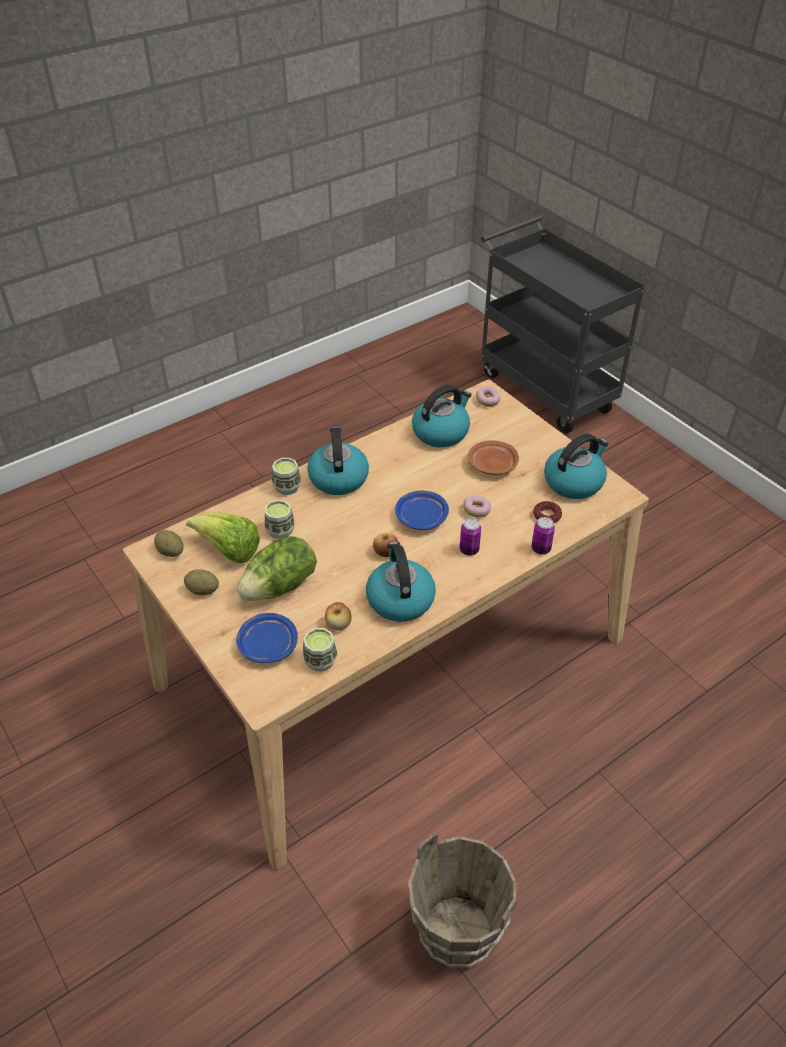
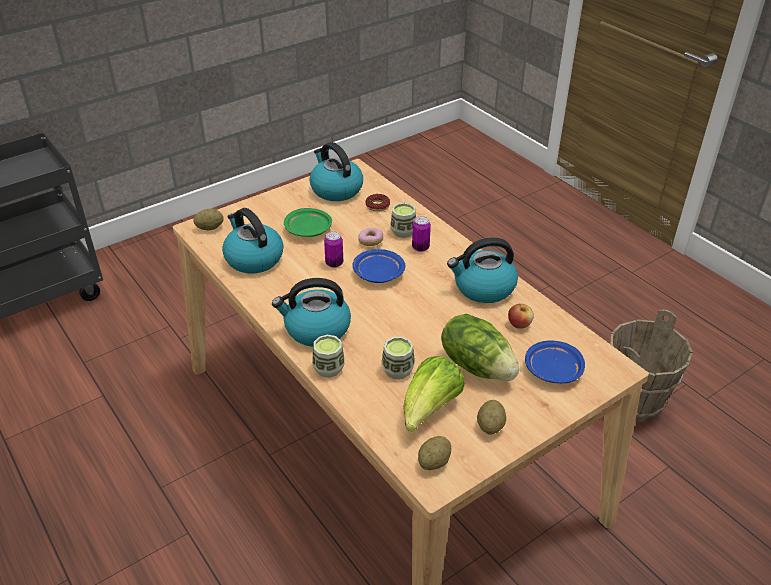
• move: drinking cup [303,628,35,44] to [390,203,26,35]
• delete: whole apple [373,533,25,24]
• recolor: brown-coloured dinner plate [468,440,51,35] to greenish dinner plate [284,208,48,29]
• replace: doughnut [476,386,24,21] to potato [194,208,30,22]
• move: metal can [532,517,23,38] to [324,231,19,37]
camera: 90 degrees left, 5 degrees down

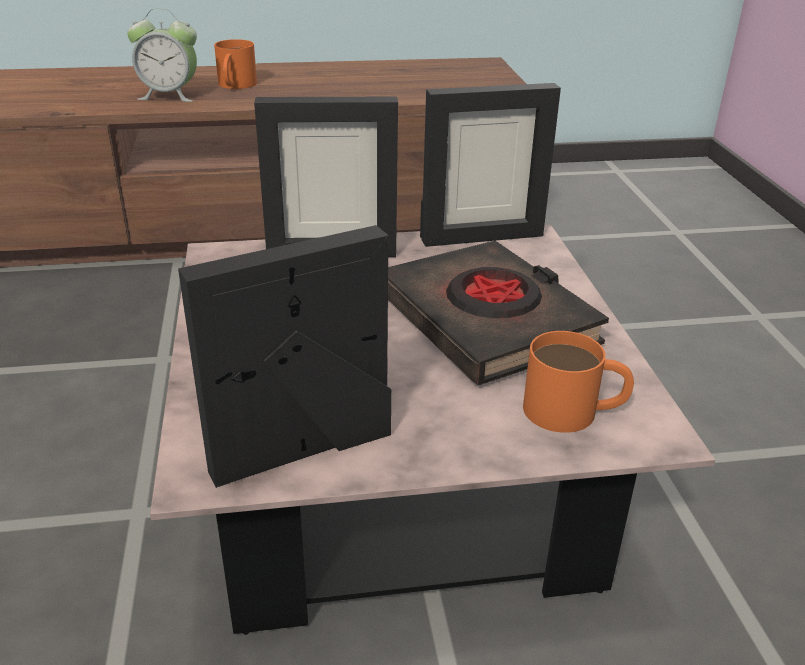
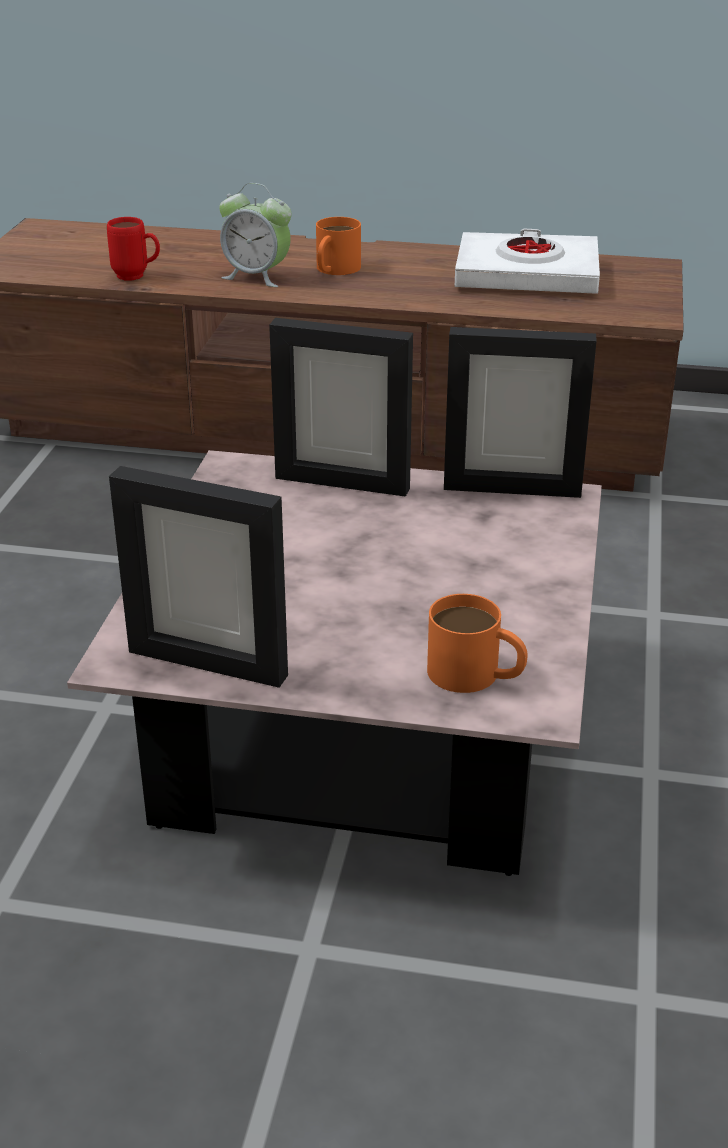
• rotate: standing frame [178,225,213,263] = [109,466,179,222] 150 degrees counterclockwise
• delete: black bound book [388,241,221,144]
• insert: red-coloured tea mug [107,217,53,64]
• insert: white-coloured bound book [455,228,145,66]
camera: 20 degrees right, 0 degrees up

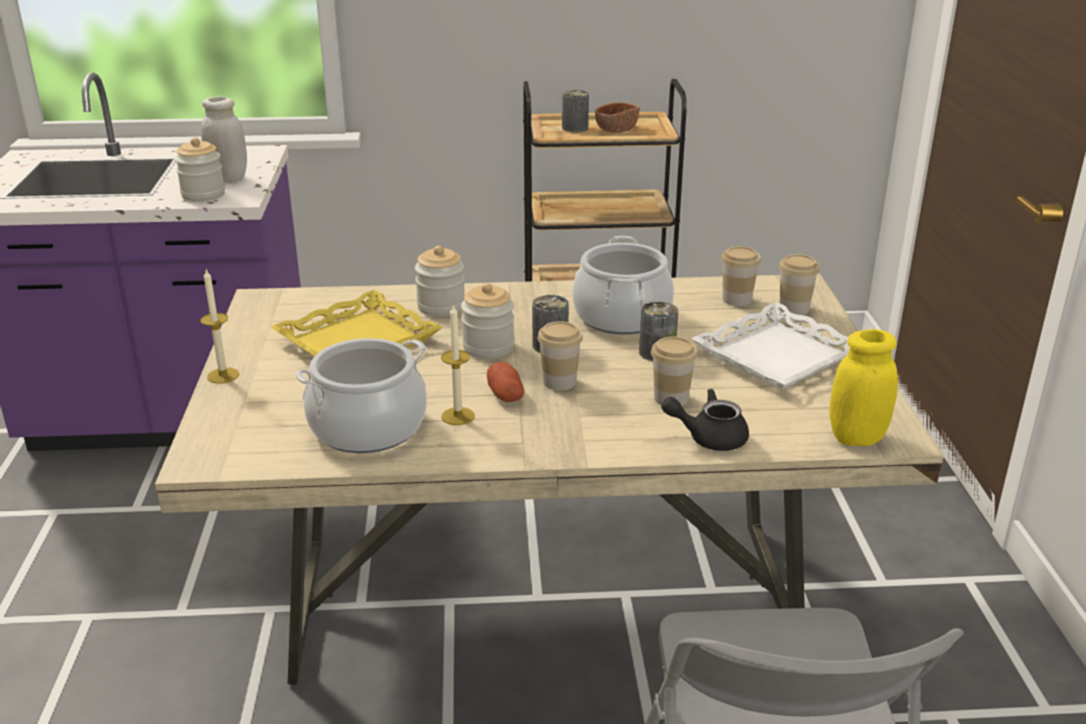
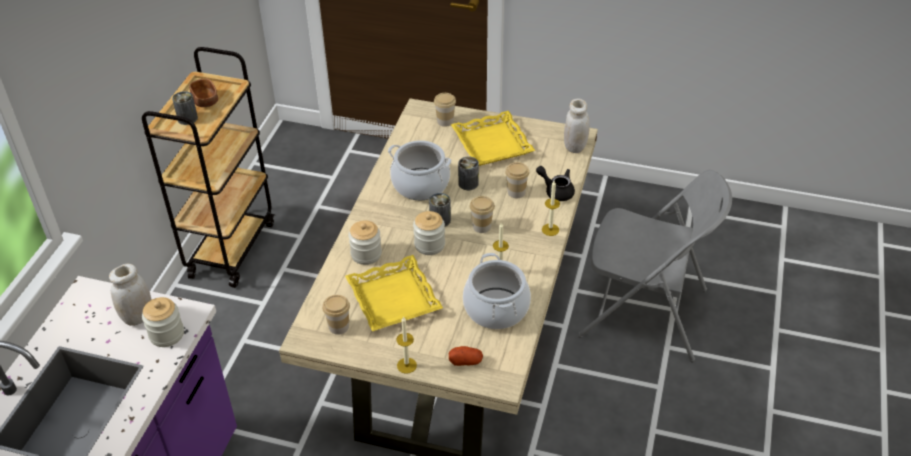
• move: potato [487,362,37,40] to [449,346,34,20]
• rotate: black pot for tea [661,389,88,62] = [536,166,39,35] 105 degrees clockwise
• recolor: white-coloured serving tray [691,302,159,88] to yellow-coloured serving tray [451,111,84,55]
• move: drinking cup [721,246,40,60] to [322,295,28,40]
• recolor: yellow-coloured storage jar [829,329,69,117] to white-coloured storage jar [564,99,26,54]
• insert: candle [542,181,18,55]
camera: 70 degrees left, 15 degrees up

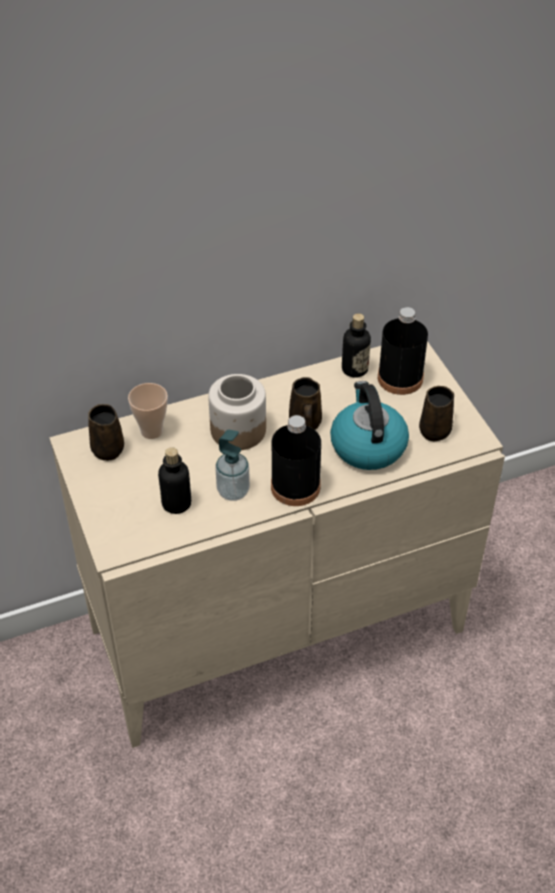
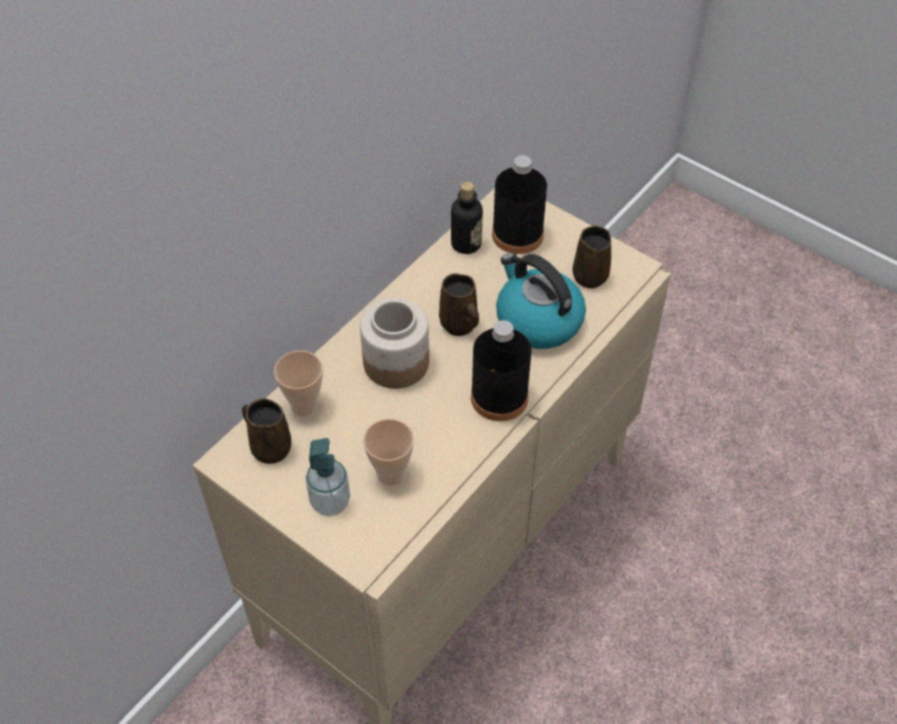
• replace: beverage bottle [158,447,33,67] to drinking cup [363,419,51,67]
• move: soap dispenser [215,430,35,71] to [305,438,45,78]
camera: 30 degrees left, 5 degrees up

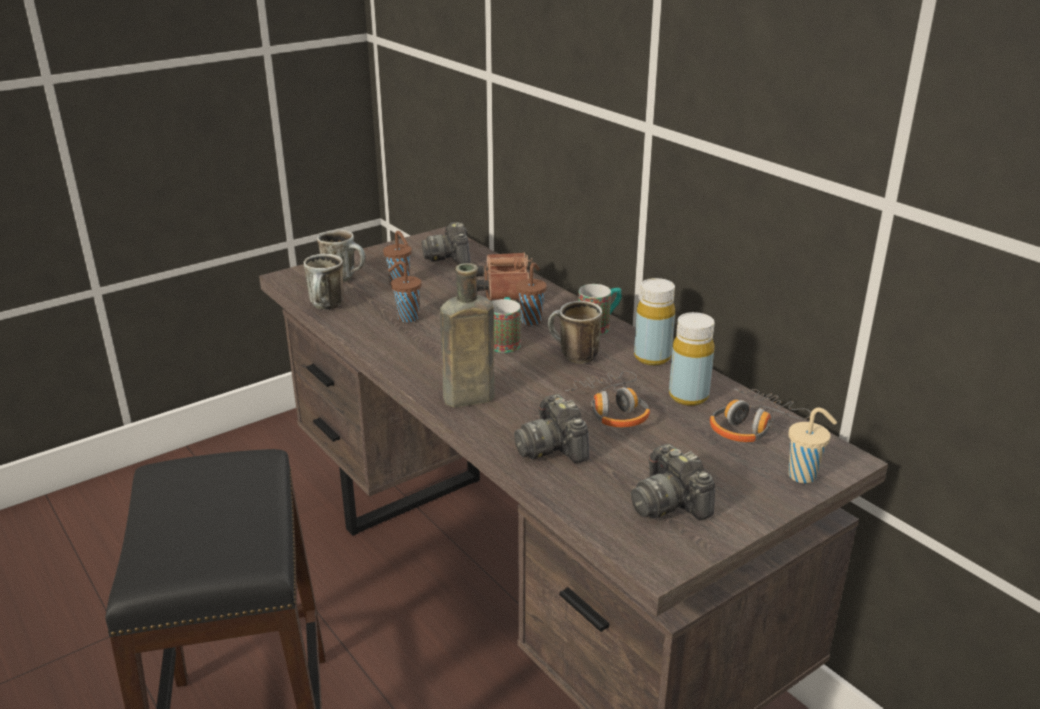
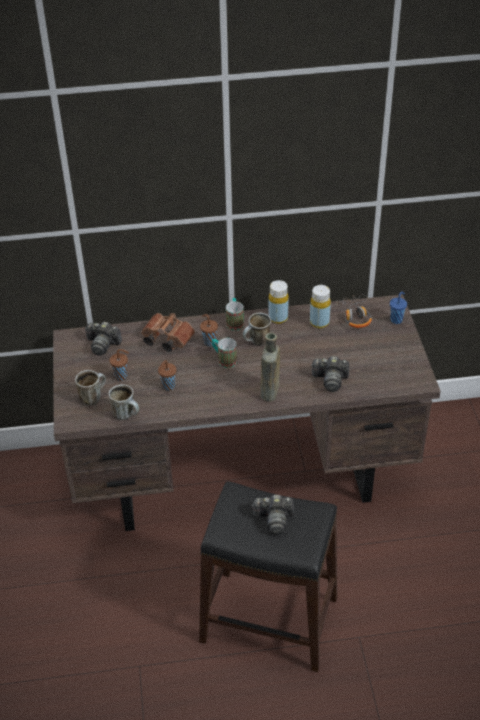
• delete: headset [565,371,85,56]
• move: photo camera [631,444,84,76] to [251,495,43,39]
• recolor: sand-coloured drinking cup [788,407,49,77] to blue drinking cup [390,292,17,32]
camera: 60 degrees left, 15 degrees up

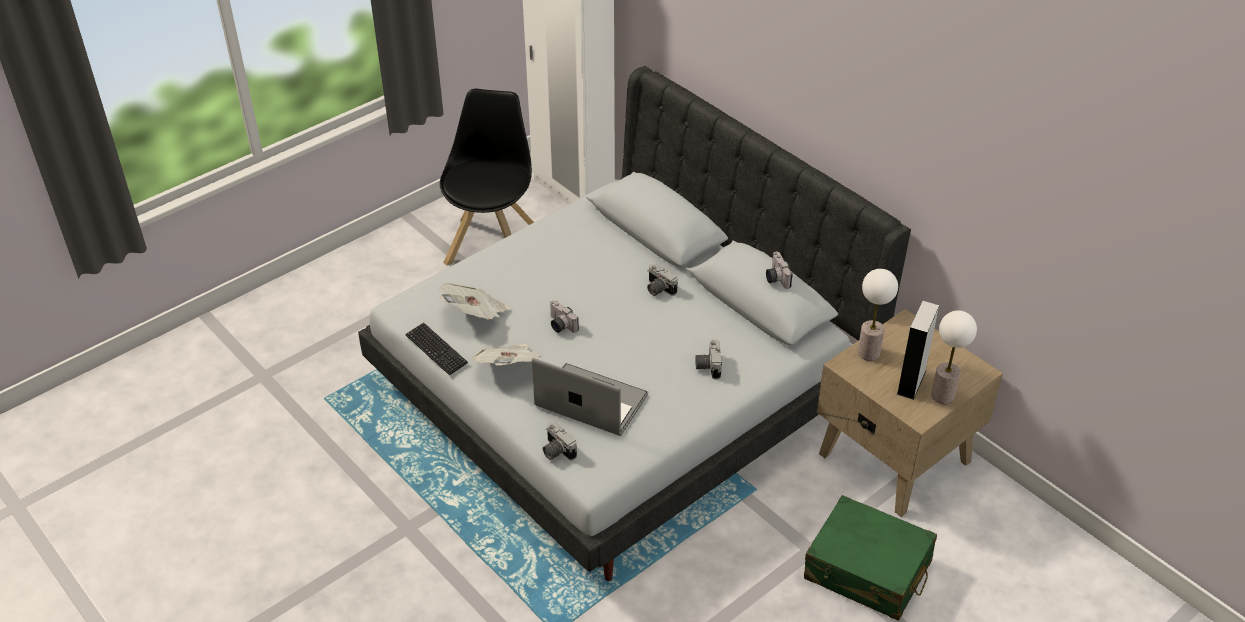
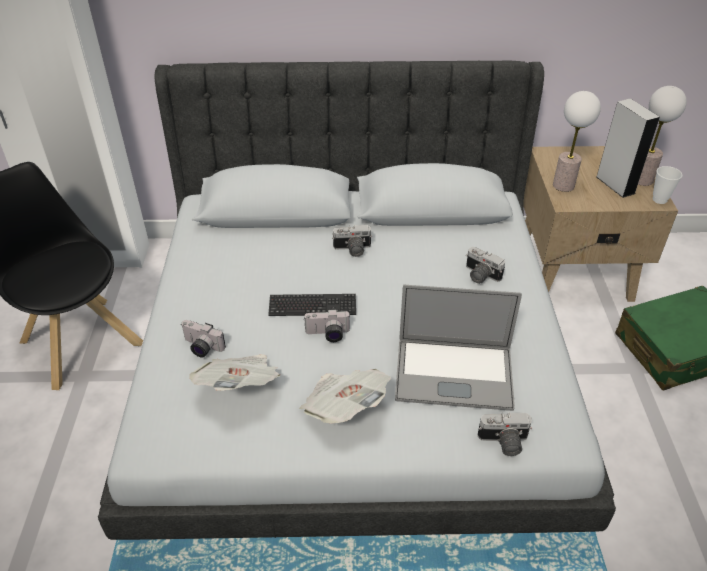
• move: PC keyboard [405,323,63,53] to [268,294,88,22]
• rotate: laptop [532,358,116,78] = [395,285,127,126] 150 degrees counterclockwise
• move: photo camera [766,252,27,37] to [181,320,45,38]
• insert: drinking cup [653,166,29,38]
camera: 50 degrees left, 0 degrees up

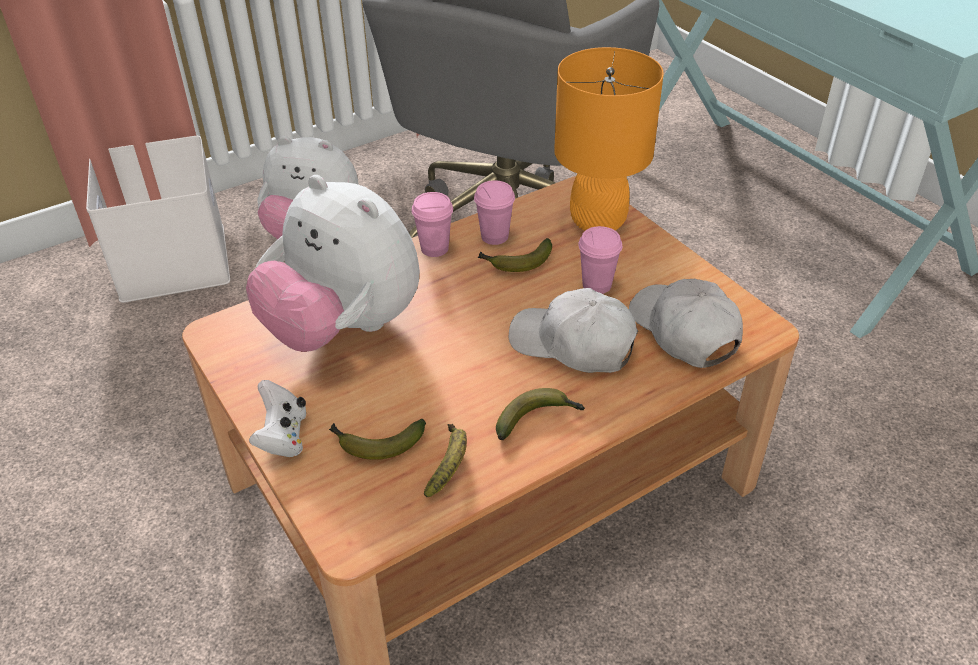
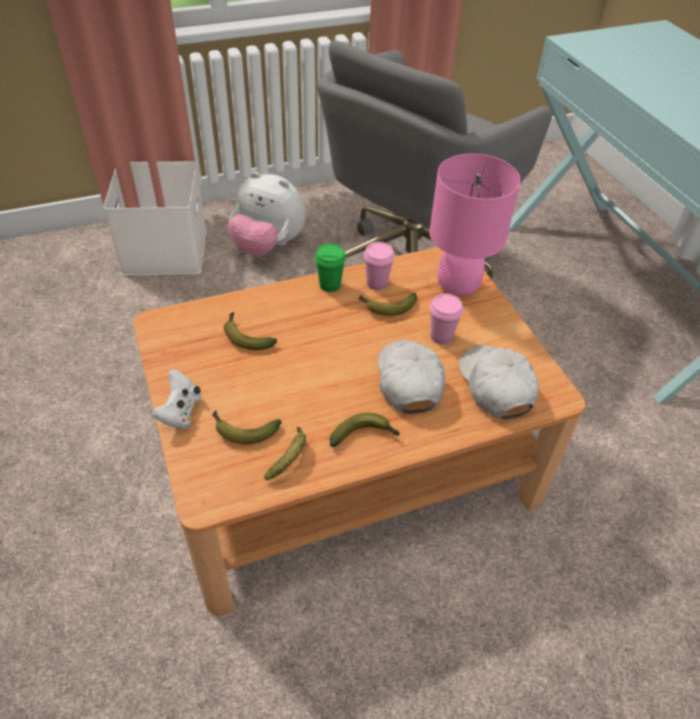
• replace: soft toy [246,175,174,177] to whole banana [224,312,53,38]
• recolor: pinkish drinking cup [412,192,41,65] to greenish drinking cup [315,244,31,48]
• rotate: white-coloured baseball cap [509,288,129,85] = [378,340,67,74] 45 degrees clockwise
• recolor: orange-coloured lamp for a table [554,47,110,184] to pinkish lamp for a table [429,154,92,142]
camera: 10 degrees right, 5 degrees up

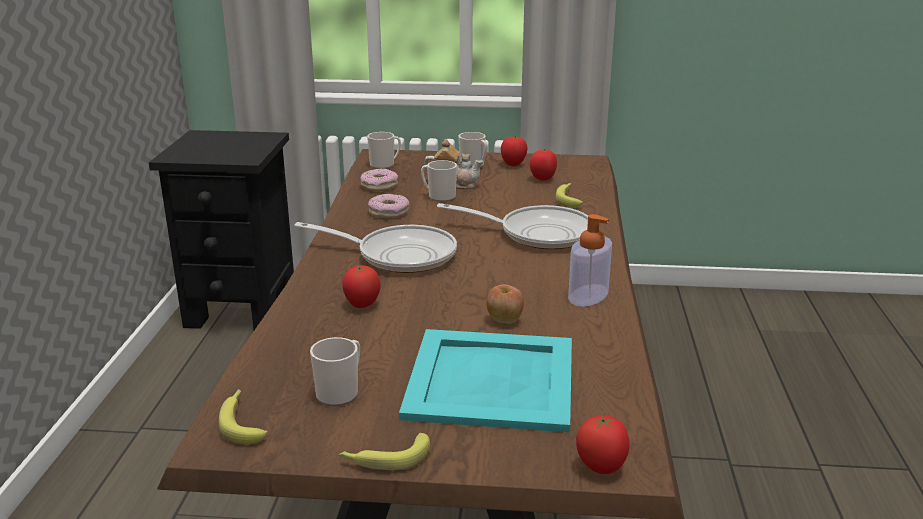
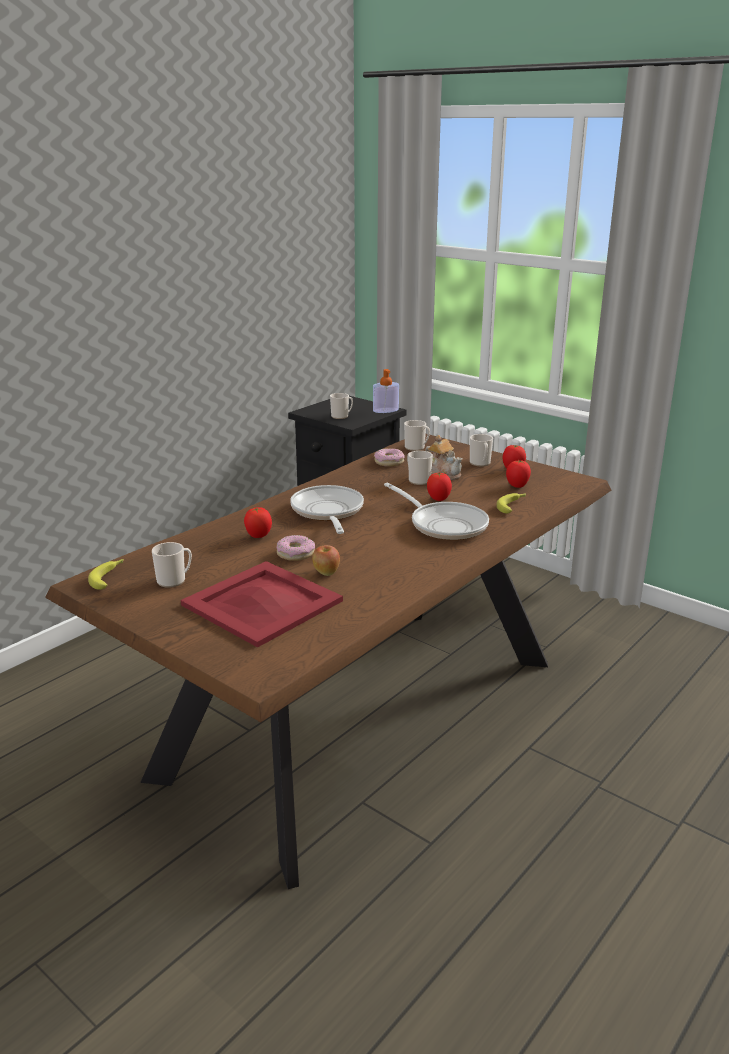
• rotate: skillet [294,222,163,51] = [290,485,74,49] 150 degrees counterclockwise
• delete: whole banana [338,433,92,37]
• move: doughnut [368,194,41,25] to [277,535,38,26]
• recolor: blue-green serving tray [399,329,173,104] to red-coloured serving tray [181,561,162,87]
• move: soap dispenser [568,214,44,93] to [373,369,26,44]
• move: whole tomato [576,413,54,61] to [427,472,25,29]
• insert: tea mug [330,393,23,26]
camera: 35 degrees right, 0 degrees up

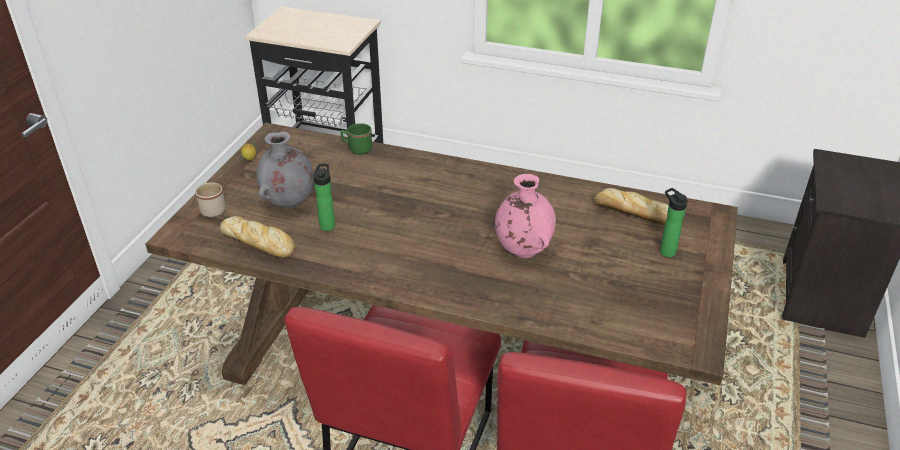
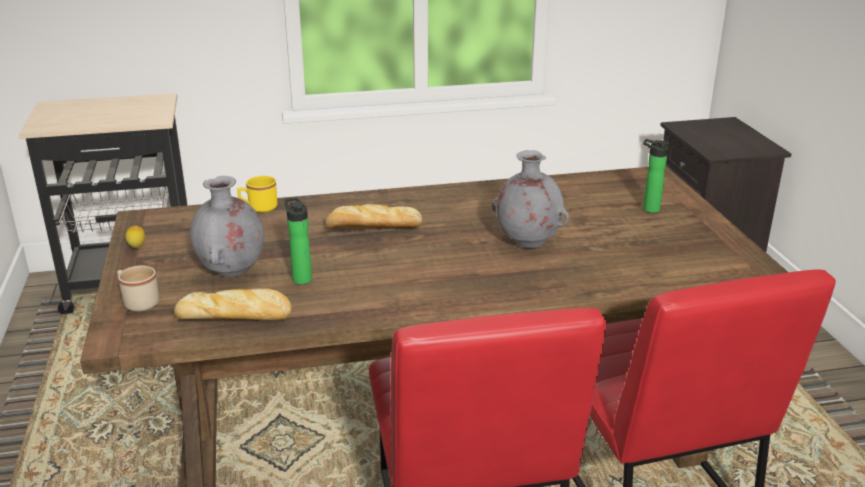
• recolor: greenish tea mug [340,123,32,32] to yellow-coloured tea mug [237,176,40,37]
• recolor: pinkish vase [495,174,61,84] to greyish vase [491,150,78,98]
• move: bakery bread [594,188,75,37] to [325,204,97,25]
camera: 30 degrees left, 10 degrees down

